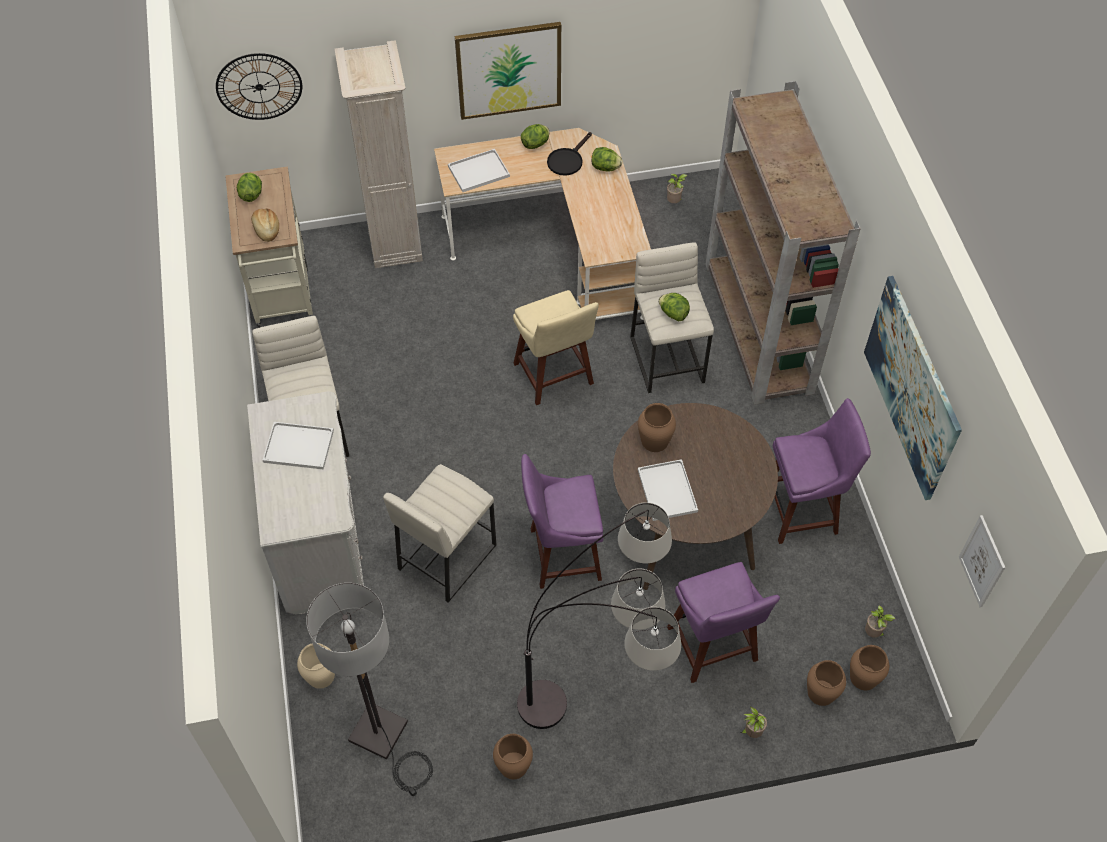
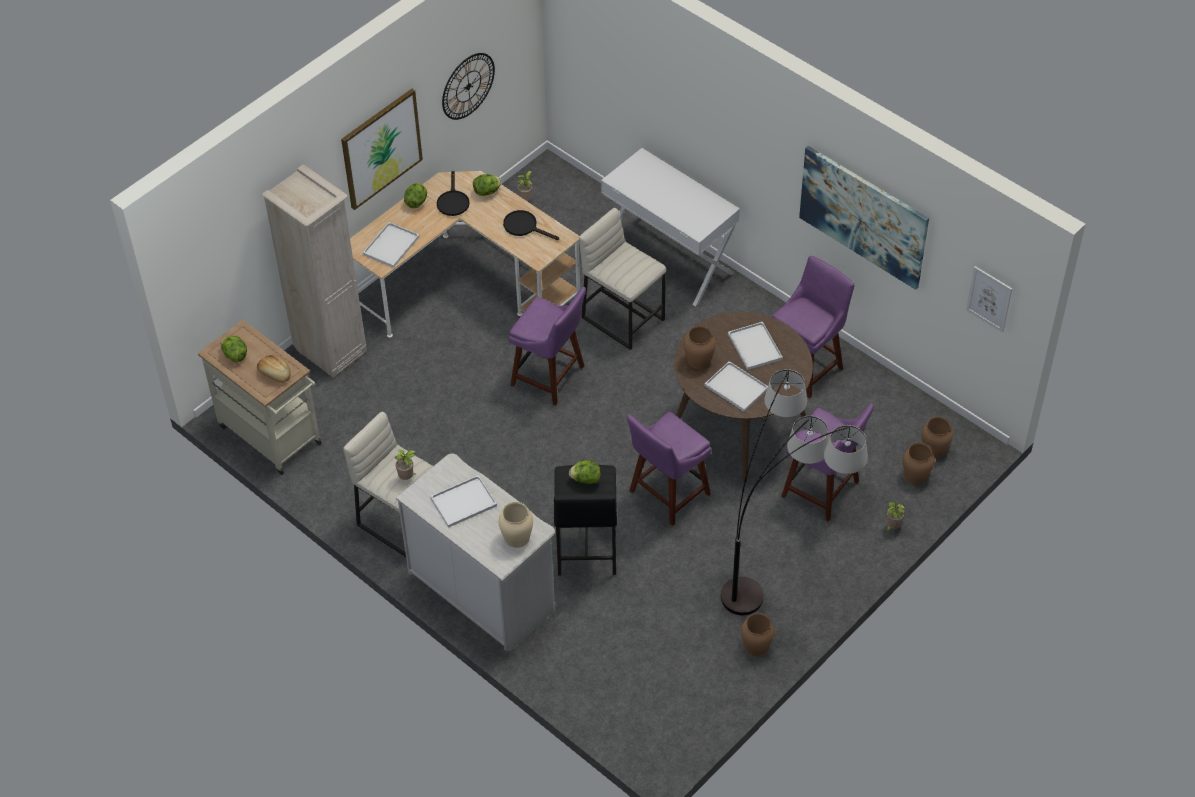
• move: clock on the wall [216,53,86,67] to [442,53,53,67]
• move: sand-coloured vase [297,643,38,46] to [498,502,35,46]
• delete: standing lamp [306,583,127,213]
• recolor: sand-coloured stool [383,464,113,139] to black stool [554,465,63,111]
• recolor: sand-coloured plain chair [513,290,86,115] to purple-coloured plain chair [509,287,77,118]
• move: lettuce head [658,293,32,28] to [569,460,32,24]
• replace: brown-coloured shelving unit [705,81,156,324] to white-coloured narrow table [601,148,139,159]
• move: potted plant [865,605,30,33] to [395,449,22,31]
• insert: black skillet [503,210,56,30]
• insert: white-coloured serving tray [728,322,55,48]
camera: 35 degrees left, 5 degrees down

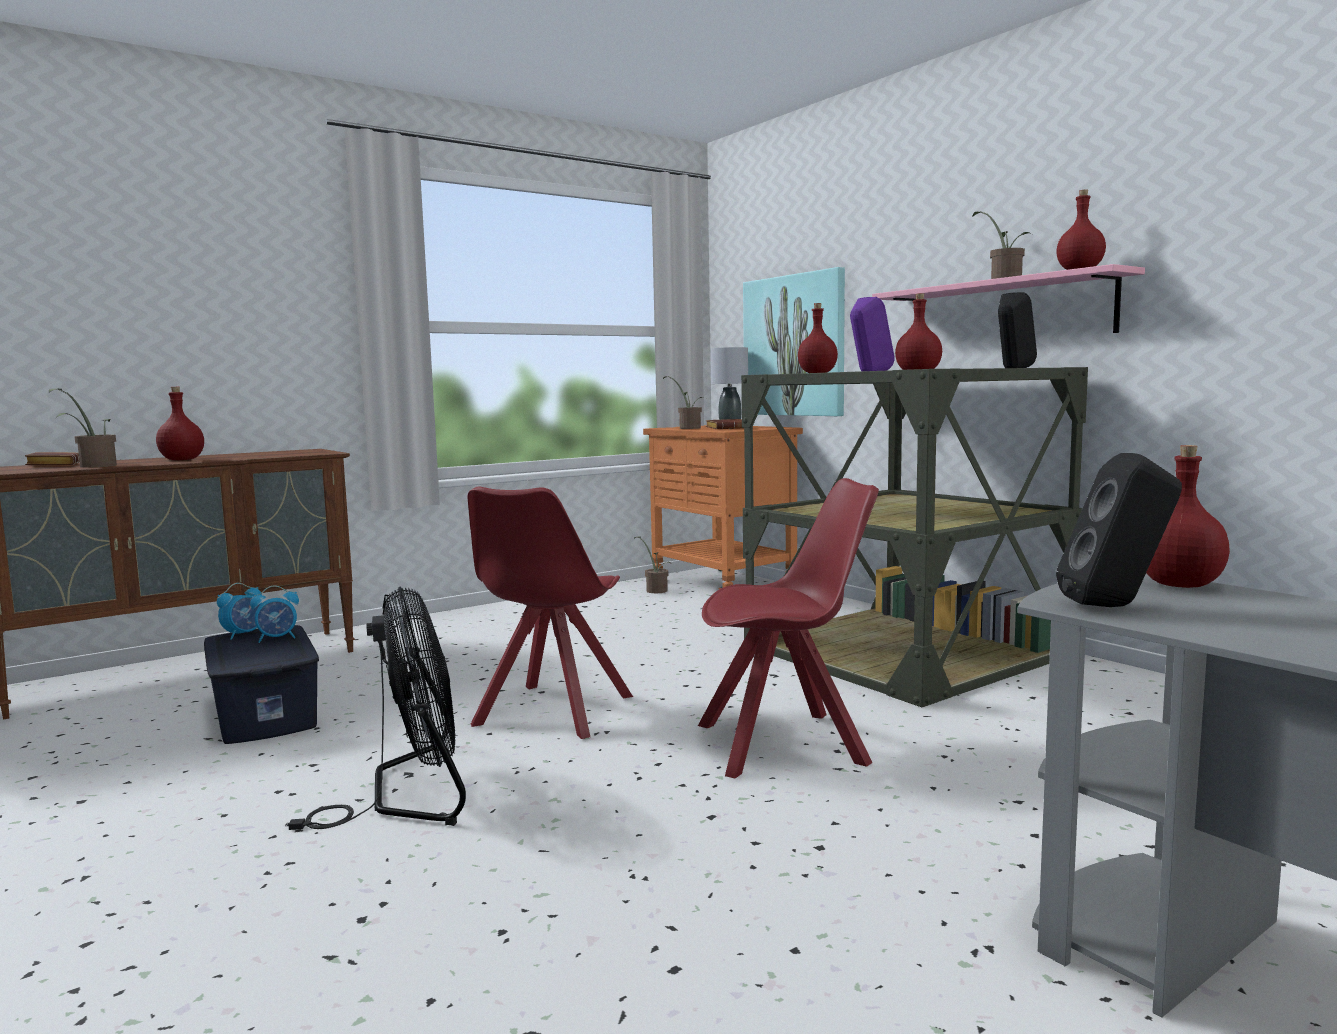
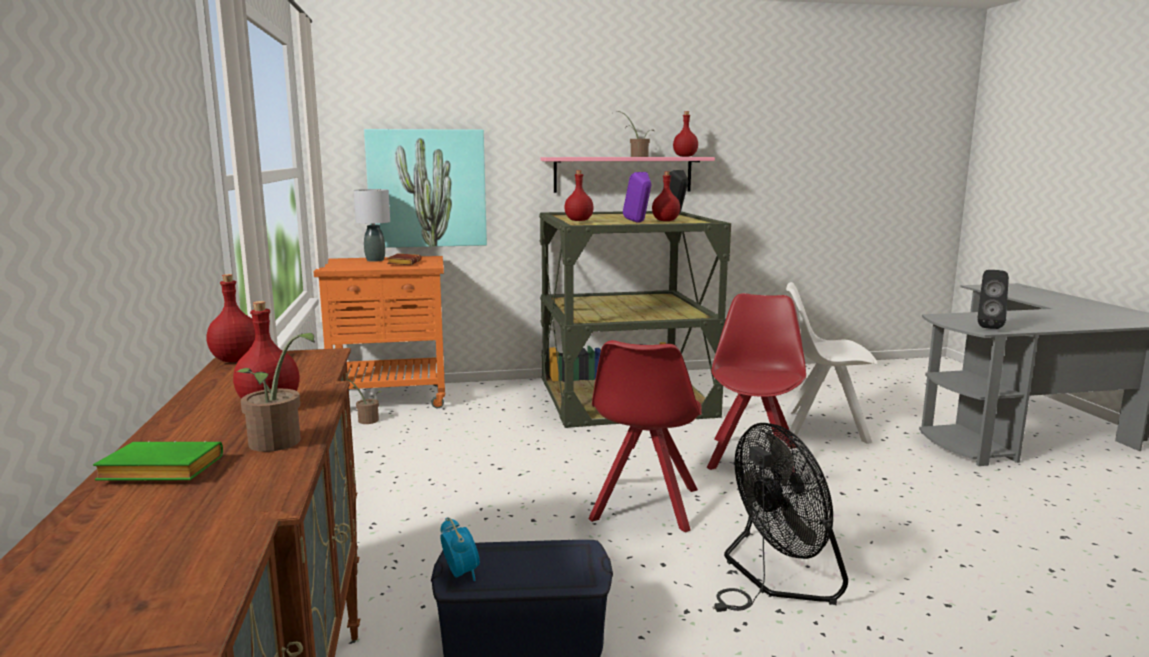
• recolor: brown-coloured bound book [25,452,54,13] to greenish bound book [93,441,130,40]
• delete: table clock [250,585,49,58]
• rotate: black electric fan [285,587,181,243] = [712,423,136,189] 60 degrees clockwise
• rotate: red-coloured plain chair [468,486,165,253] = [588,340,114,193] 60 degrees clockwise
• delete: potted plant [663,376,39,53]
• move: red-coloured beverage bottle [1146,445,84,143] to [207,274,48,88]
• insert: white-coloured plain chair [786,282,92,162]
camera: 65 degrees left, 5 degrees up

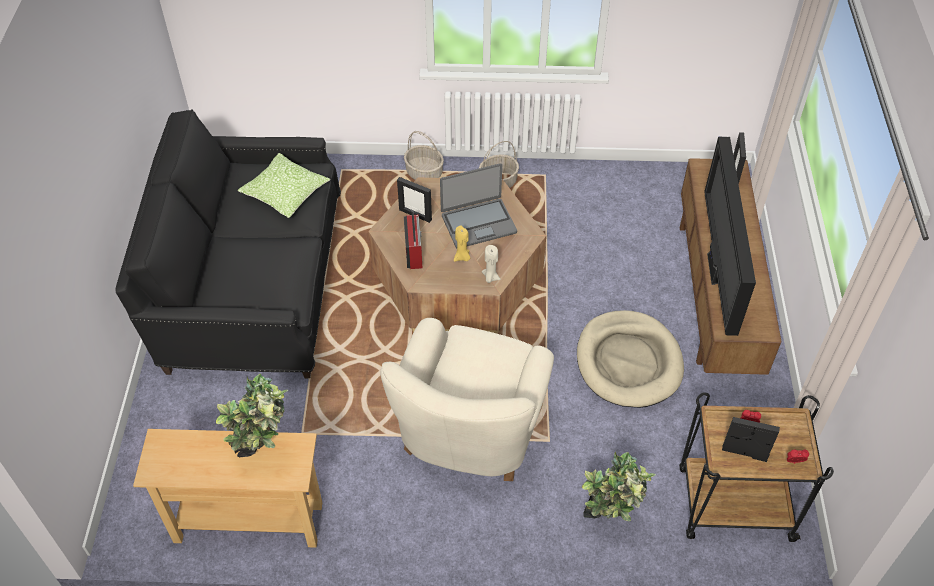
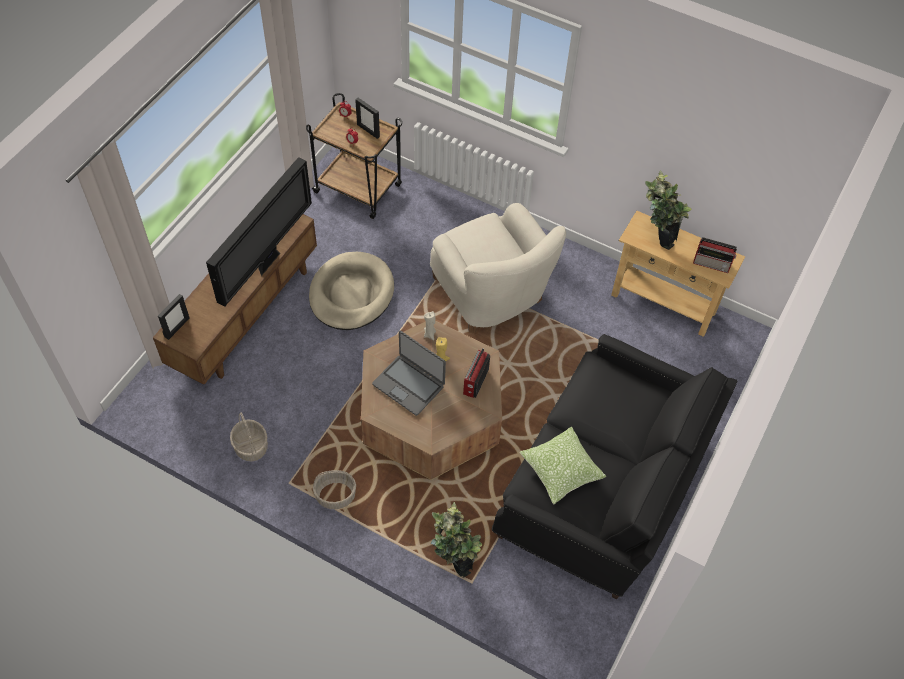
• rotate: sand-coloured lounge chair [380,318,174,163] = [430,203,136,130] 105 degrees clockwise
• delete: standing frame [397,177,35,46]
• move: storage basket [404,131,40,49] to [230,412,38,50]
• rotate: laptop [440,163,77,85] = [372,331,74,85] 150 degrees counterclockwise
• move: potted plant [582,452,74,69] to [431,502,51,76]
• insert: radio set [693,237,44,36]
camera: 155 degrees left, 5 degrees up

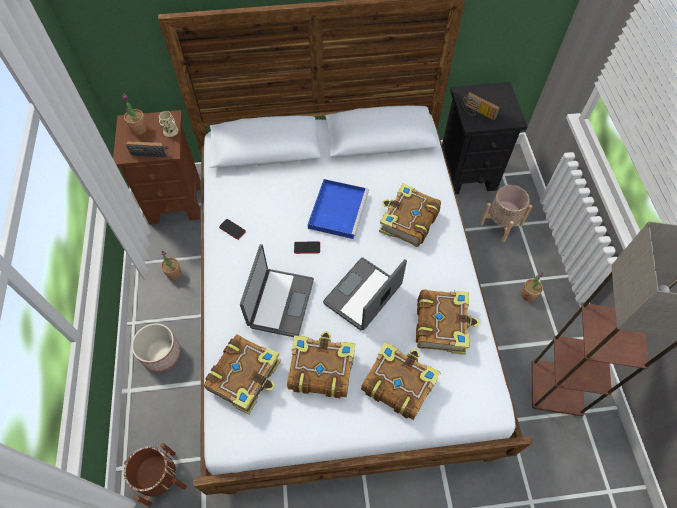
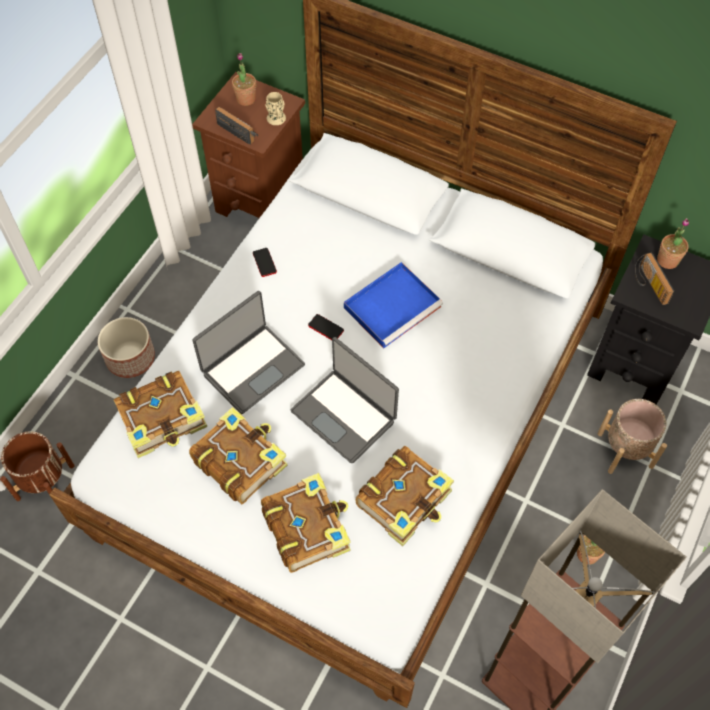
• move: potted plant [161,251,20,29] to [657,218,32,51]
• rotate: laptop [323,257,84,73] = [291,337,108,126] 120 degrees counterclockwise
• delete: bound book [379,183,62,64]
camera: 35 degrees right, 0 degrees up

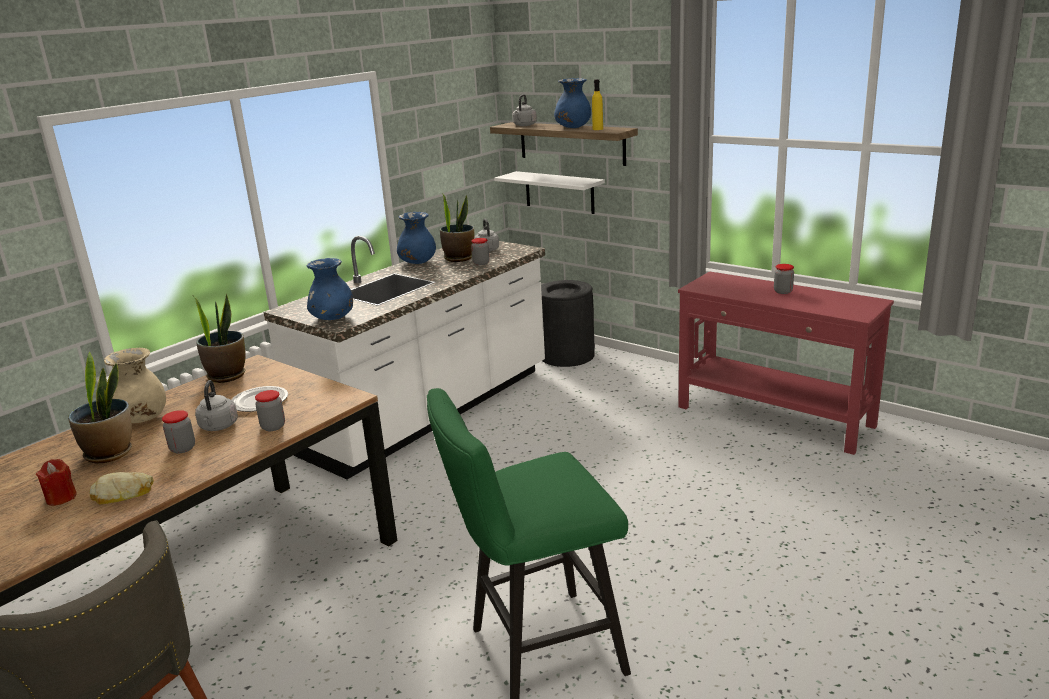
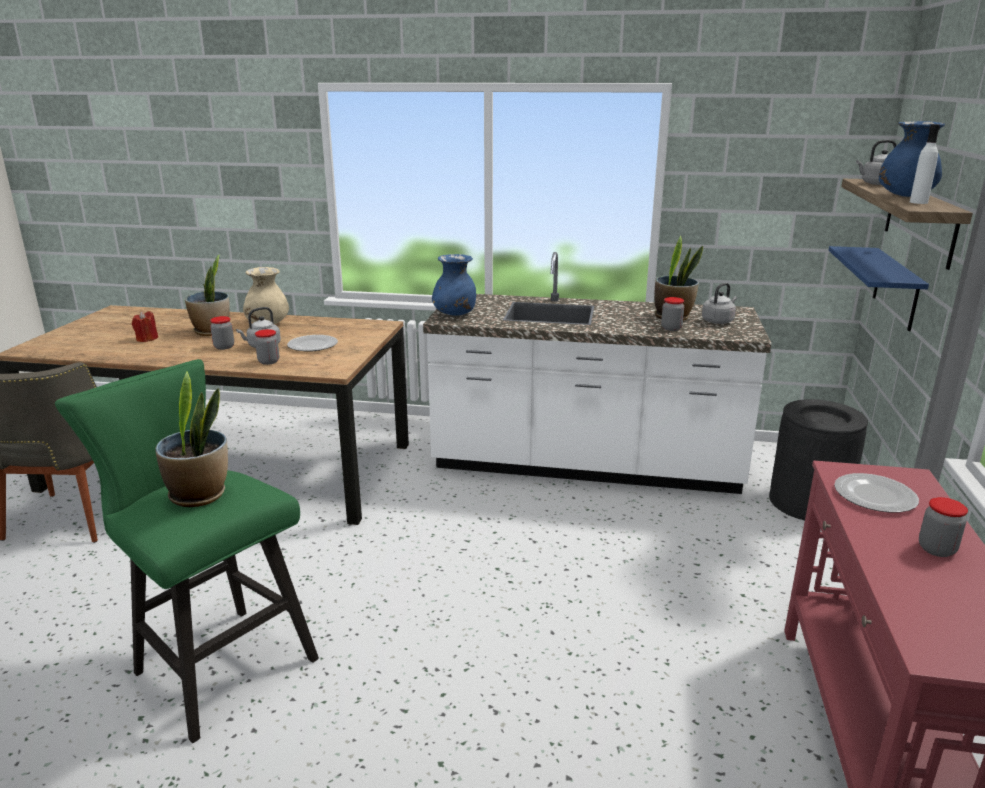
• delete: bakery bread [89,472,65,32]
• move: potted plant [194,294,52,89] to [155,372,73,135]
• delete: blue vase [397,212,39,52]
• recolor: white-coloured shelf [494,171,111,43] to blue shelf [828,246,101,85]
• recolor: yellow-coloured beverage bottle [592,79,11,51] to white-coloured beverage bottle [910,124,30,80]
• insert: dinner plate [834,473,85,40]
camera: 60 degrees right, 0 degrees up

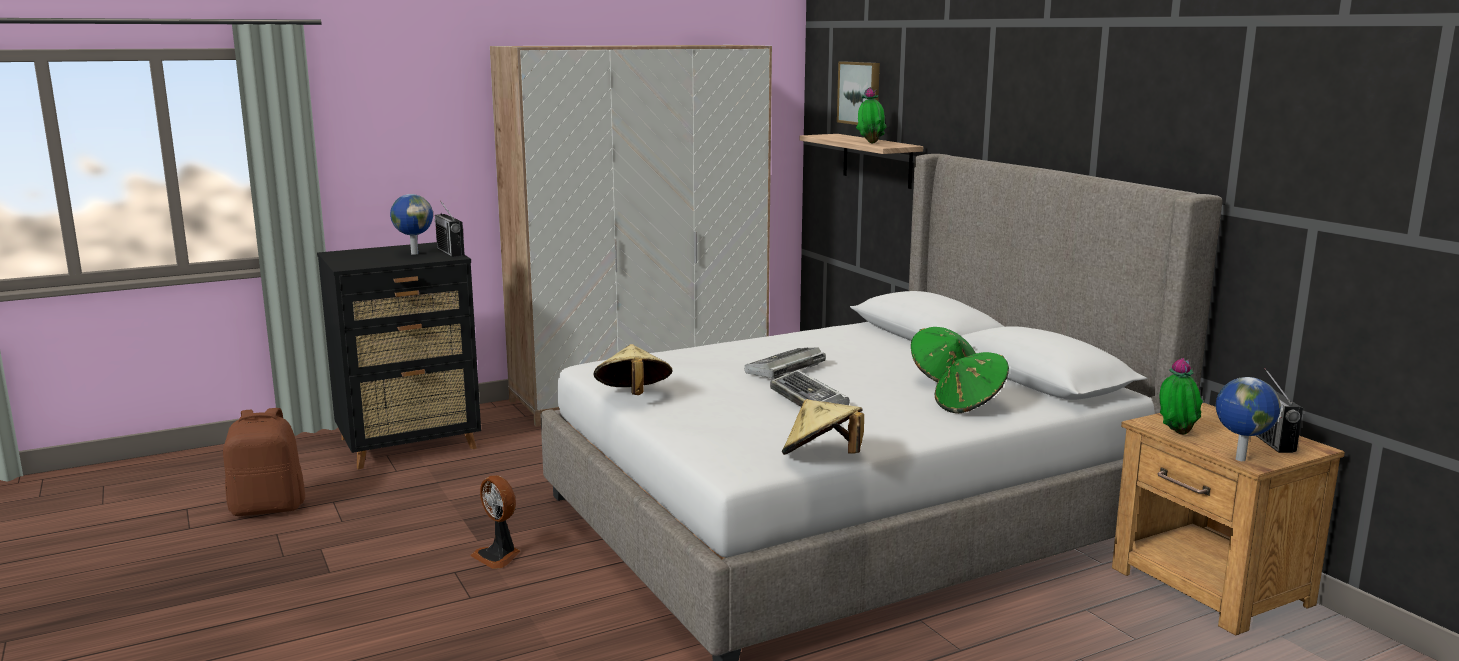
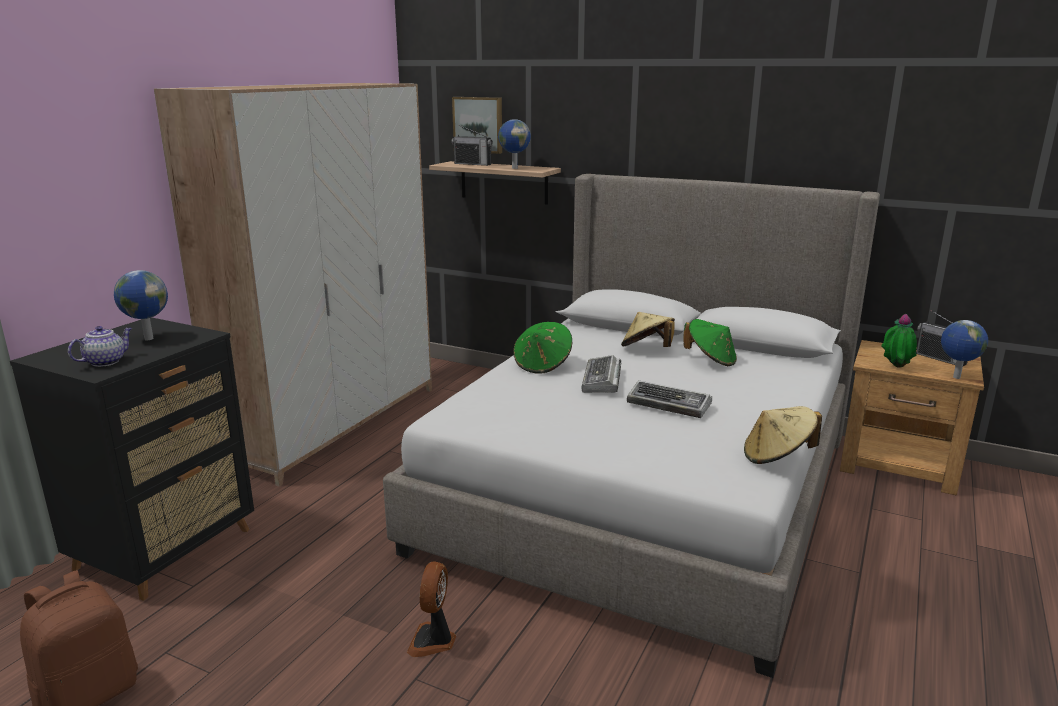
• move: radio set [435,200,30,57] to [451,125,42,41]
• rotate: electric fan [470,475,50,94] = [407,561,49,96] 90 degrees clockwise
• move: sand-coloured clothing hat [594,344,79,51] to [621,312,54,35]
• replace: potted plant [856,87,31,56] to world globe [498,119,33,50]
• move: greenish clothing hat [935,352,74,61] to [513,322,59,52]
• insert: pot for tea [68,326,64,41]
camera: 35 degrees left, 5 degrees up

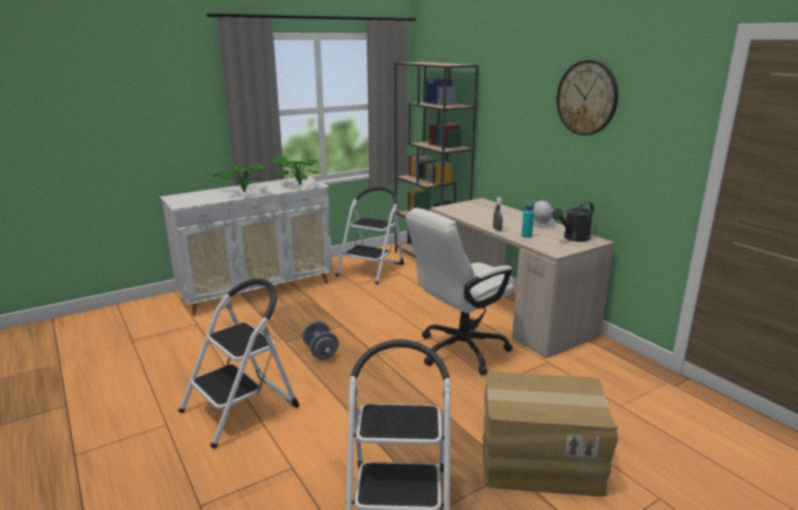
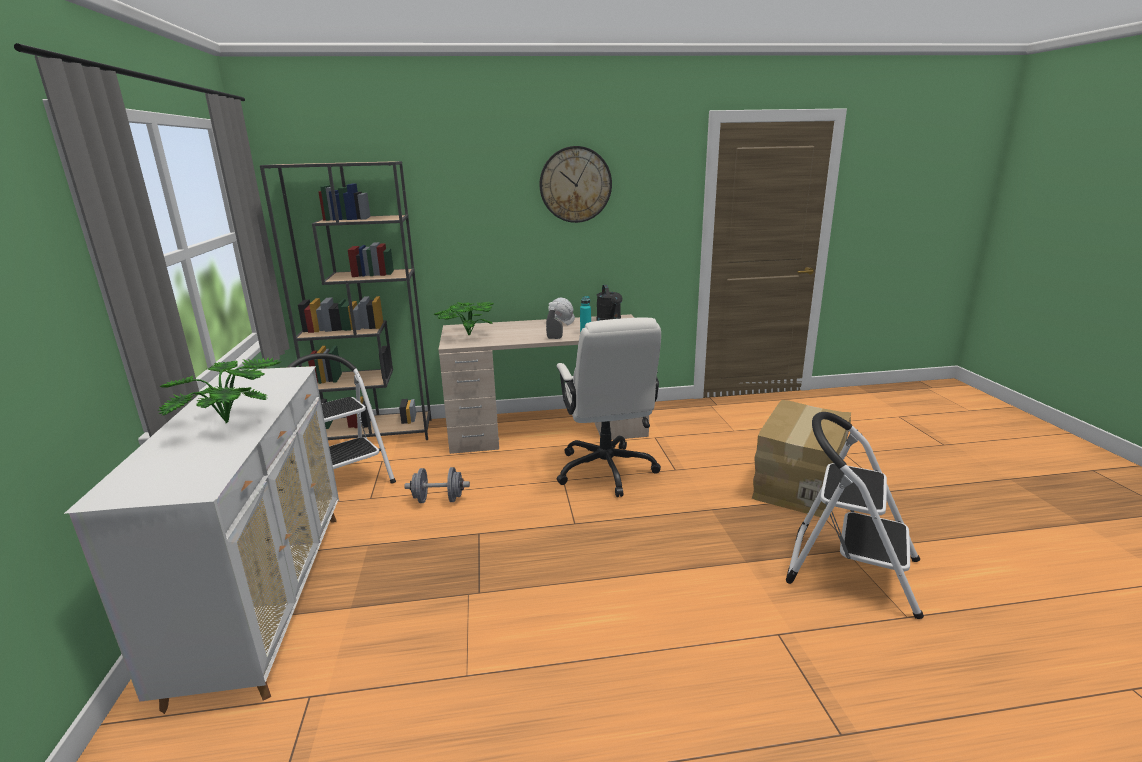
• delete: step stool [178,279,121,169]
• move: potted plant [271,156,48,29] to [433,302,61,33]
• move: greyish dumbbell [302,321,37,38] to [404,467,66,36]
camera: 65 degrees left, 0 degrees up

